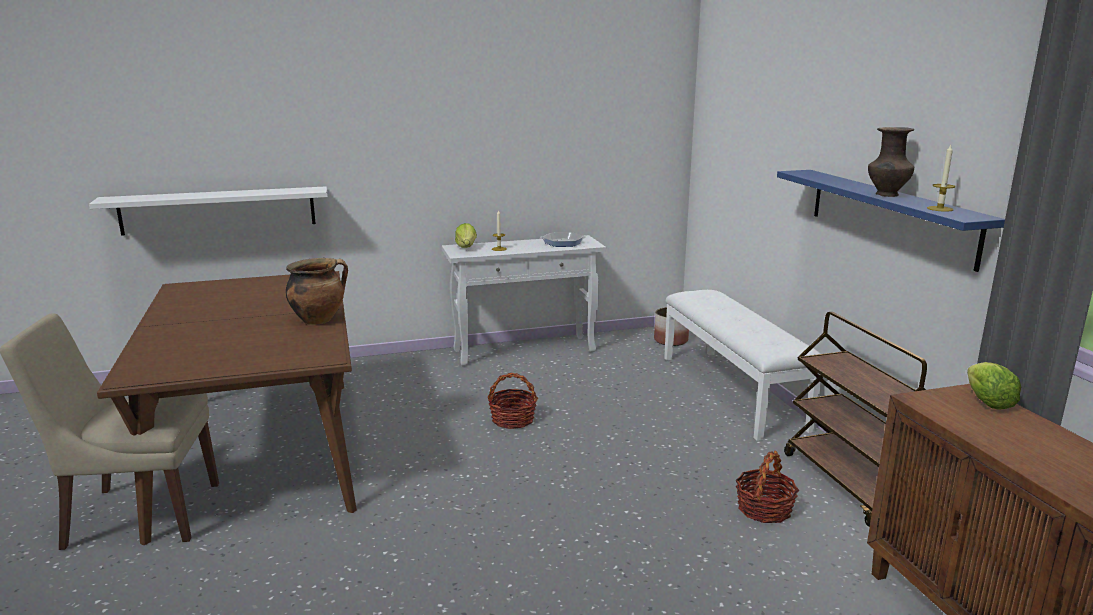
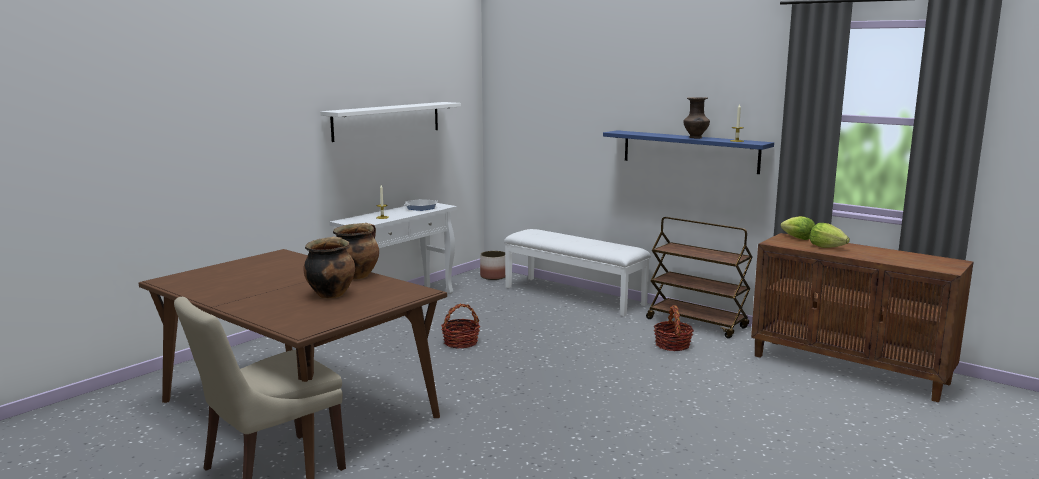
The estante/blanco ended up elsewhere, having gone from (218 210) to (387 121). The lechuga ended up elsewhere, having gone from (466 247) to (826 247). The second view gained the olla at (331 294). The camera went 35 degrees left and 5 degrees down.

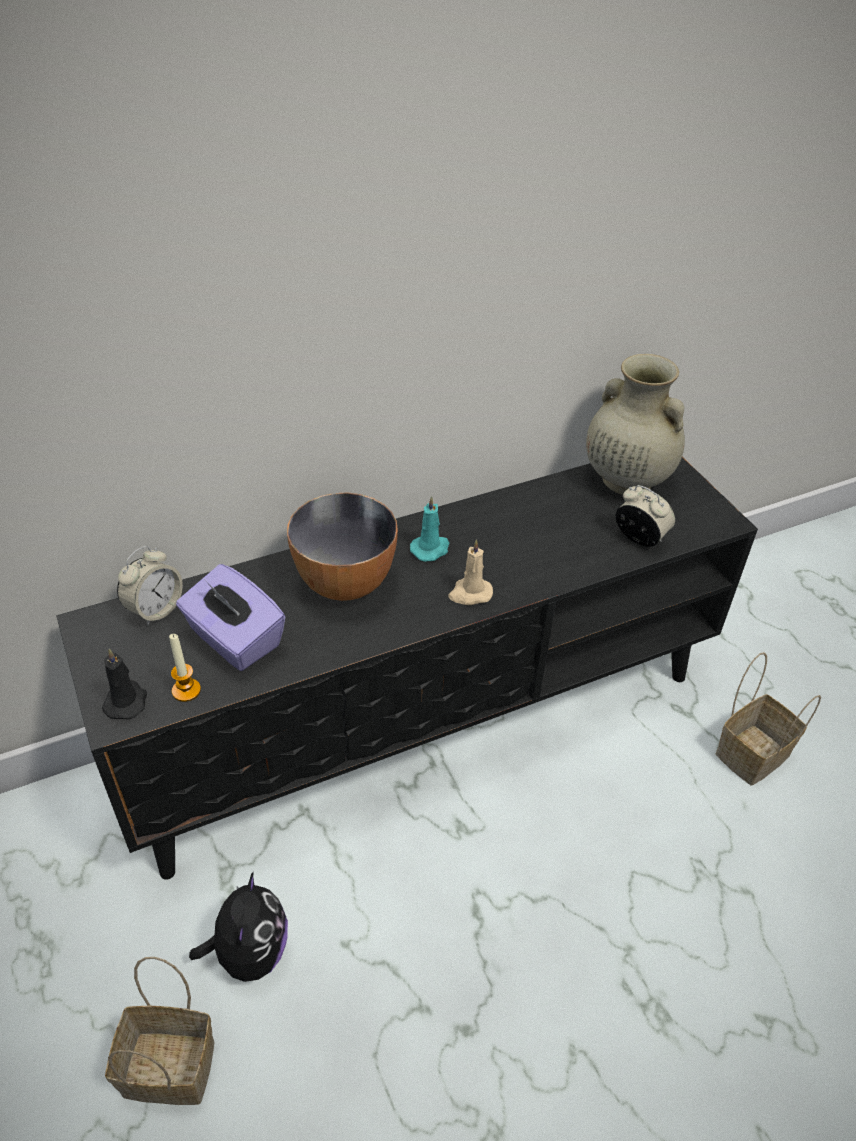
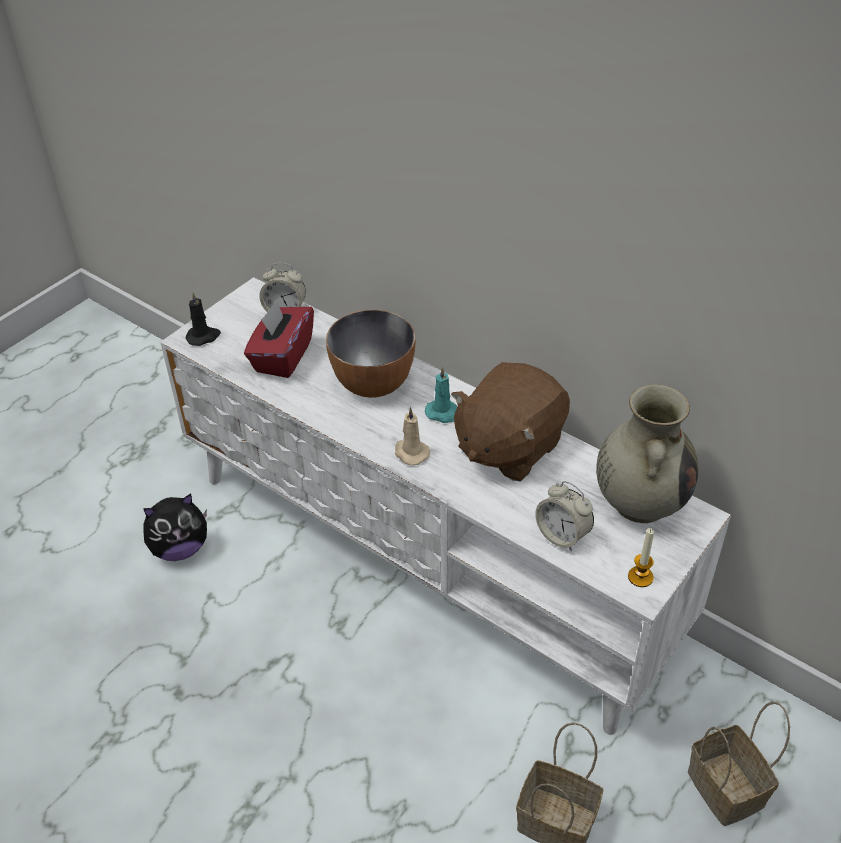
What was the mueble de televisión/negro at (423 719) turned into the mueble de televisión/blanco at (426 558). The cesta ended up elsewhere, having gone from (172 1066) to (728 790). The vela ended up elsewhere, having gone from (186 690) to (640 577). What was the caja de pañuelos/morado at (234 639) turned into the caja de pañuelos/rojo at (282 357). The despertador at (639 538) ended up facing another way, 120 degrees clockwise from before. The second view gained the peluche/marrón at (508 446). The camera went 65 degrees right and 0 degrees up.

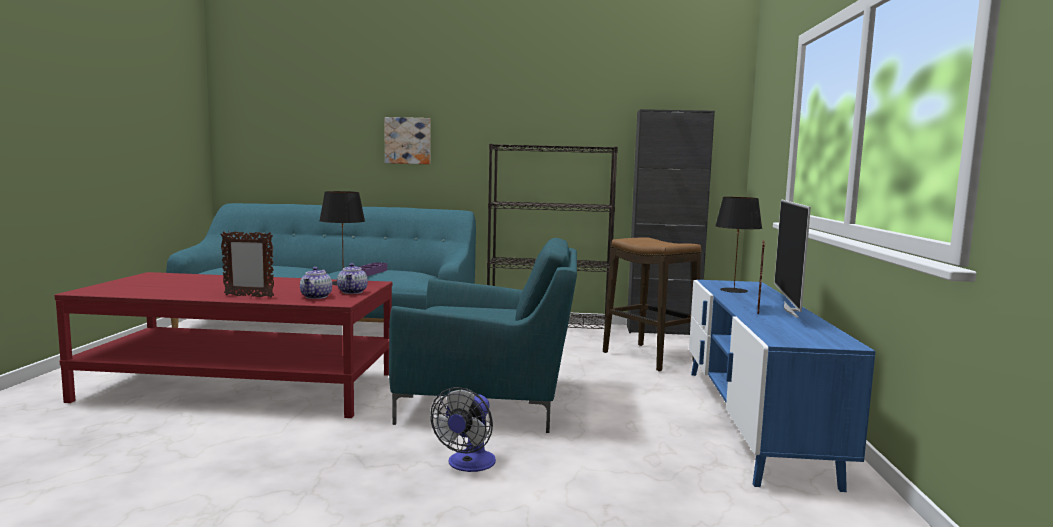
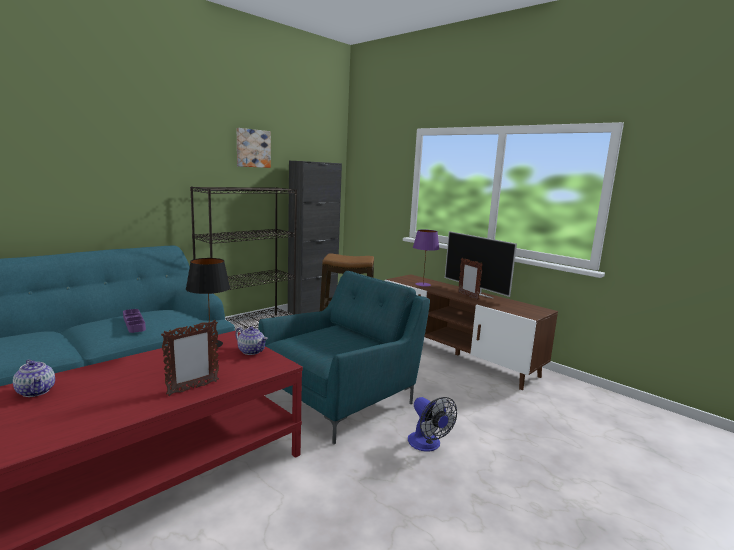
The tetera ended up elsewhere, having gone from (316 297) to (36 391). The cuadro ended up elsewhere, having gone from (408 141) to (252 148). What was the mueble de televisión/azul at (752 420) turned into the mueble de televisión/marrón at (456 355). What was the lámpara de mesa/negro at (733 290) turned into the lámpara de mesa/morado at (422 284). The camera went 50 degrees left and 5 degrees up.

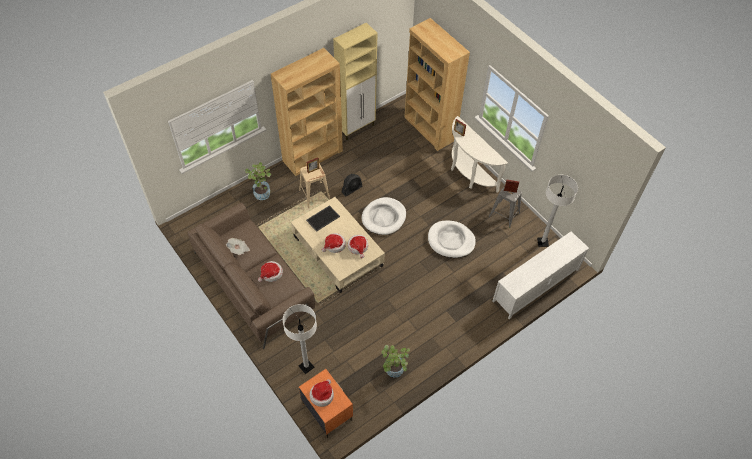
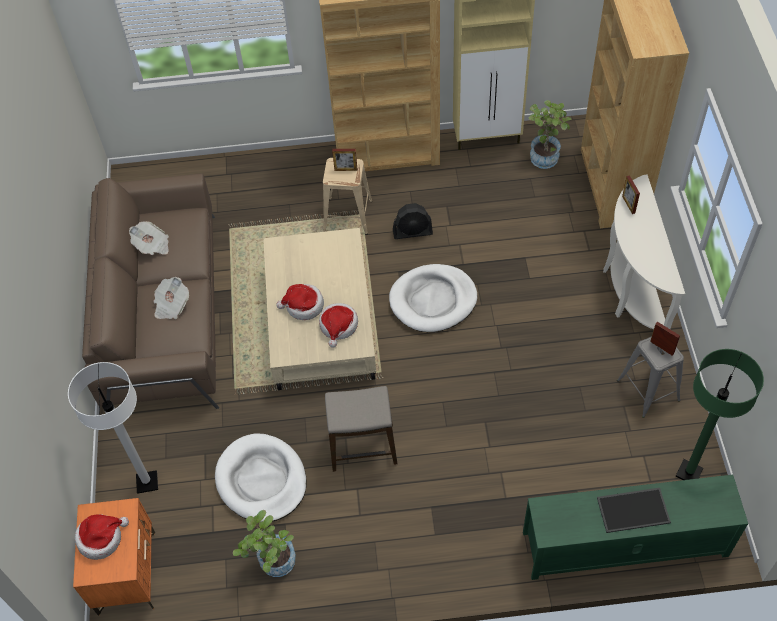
The planta en maceta ended up elsewhere, having gone from (261 191) to (545 155). Where the sombrero stood at (271 274), the periódico came to stand at (171 305). The bandeja ended up elsewhere, having gone from (323 218) to (633 509). The cama para perro/blanco ended up elsewhere, having gone from (451 241) to (261 480). What was the mueble de televisión/blanco at (536 285) turned into the mueble de televisión/verde at (623 544). What was the lámpara de pie/blanco at (542 242) turned into the lámpara de pie/verde at (689 472). The second view gained the taburete at (362 447). The camera went 35 degrees right and 0 degrees up.

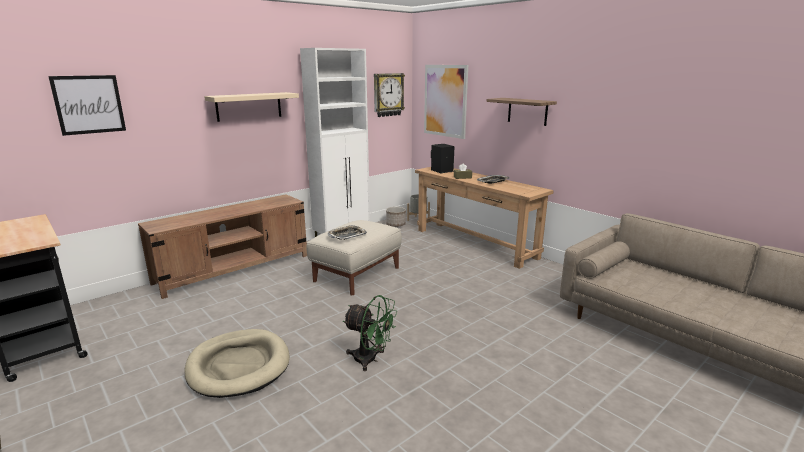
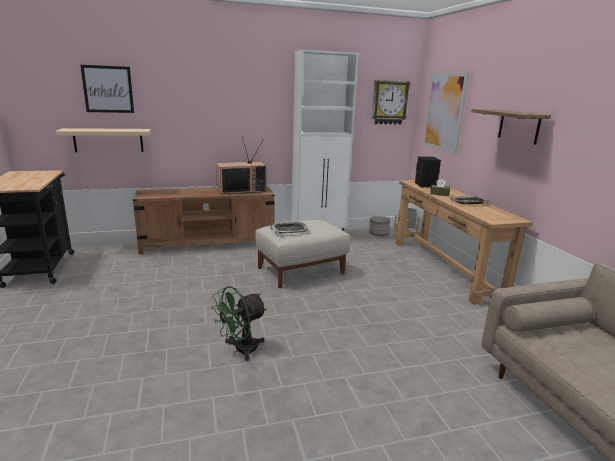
The second view lost the cama para perro/beis at (239 366). The estante/beis ended up elsewhere, having gone from (249 106) to (108 140). The ventilador/verde at (370 360) ended up facing another way, 90 degrees clockwise from before. The second view gained the televisor at (241 190). The camera went 25 degrees right and 0 degrees up.

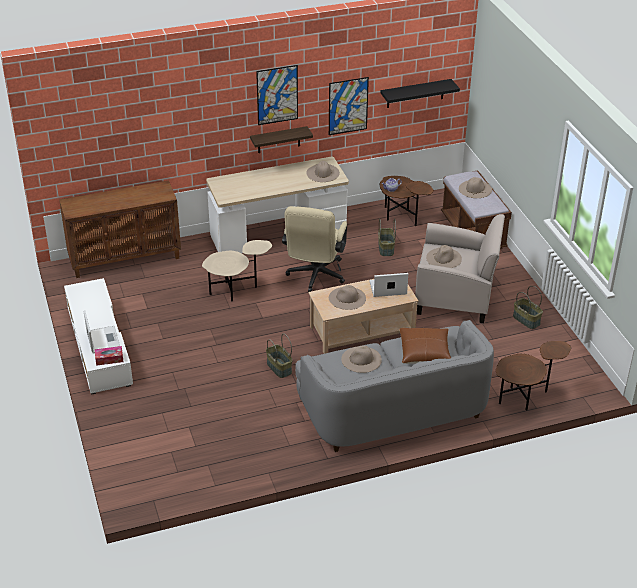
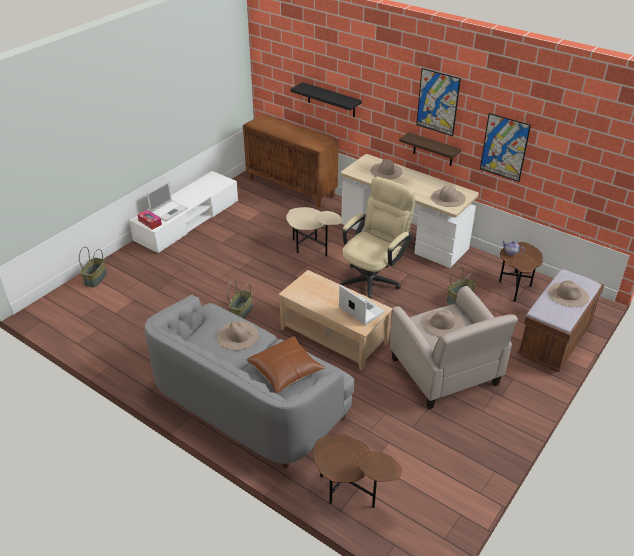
The silla de oficina/beis at (315 277) ended up facing another way, 150 degrees clockwise from before. The sombrero/beis ended up elsewhere, having gone from (347 298) to (386 171). The estante/negro ended up elsewhere, having gone from (415 93) to (331 100). The cesta ended up elsewhere, having gone from (527 320) to (96 279). The camera went 55 degrees right and 0 degrees up.

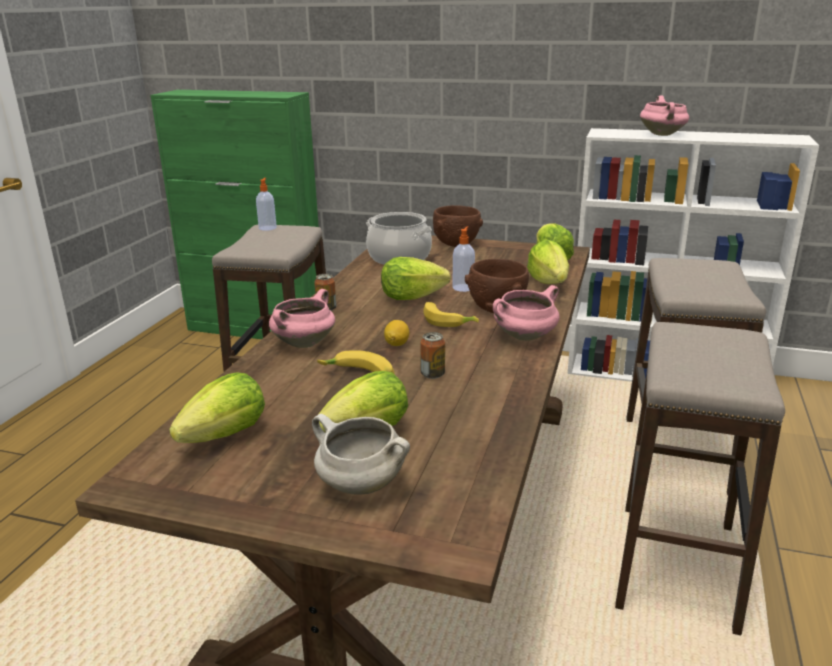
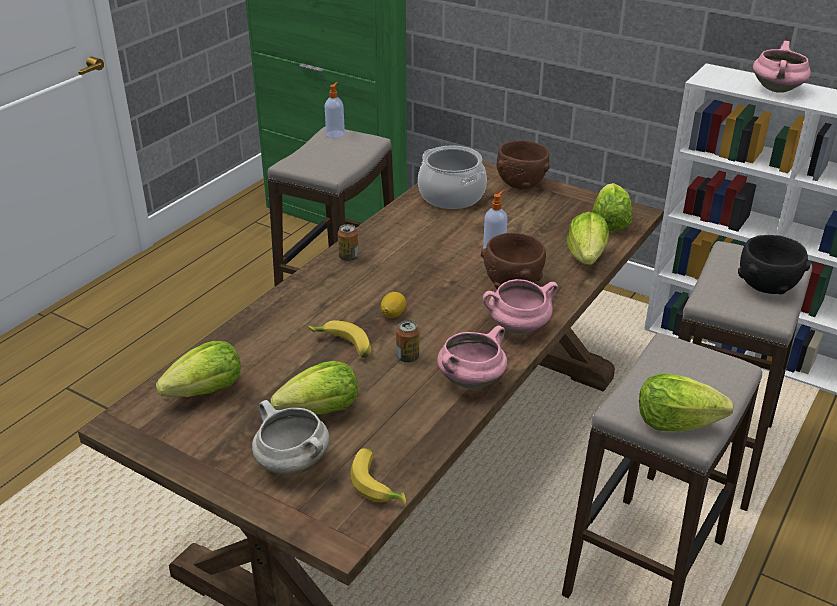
The olla/rosa ended up elsewhere, having gone from (304 343) to (471 380). The lechuga ended up elsewhere, having gone from (411 297) to (675 422). The plátano ended up elsewhere, having gone from (448 321) to (379 484). The second view gained the cuenco/negro at (766 287). The camera went 15 degrees right and 10 degrees up.

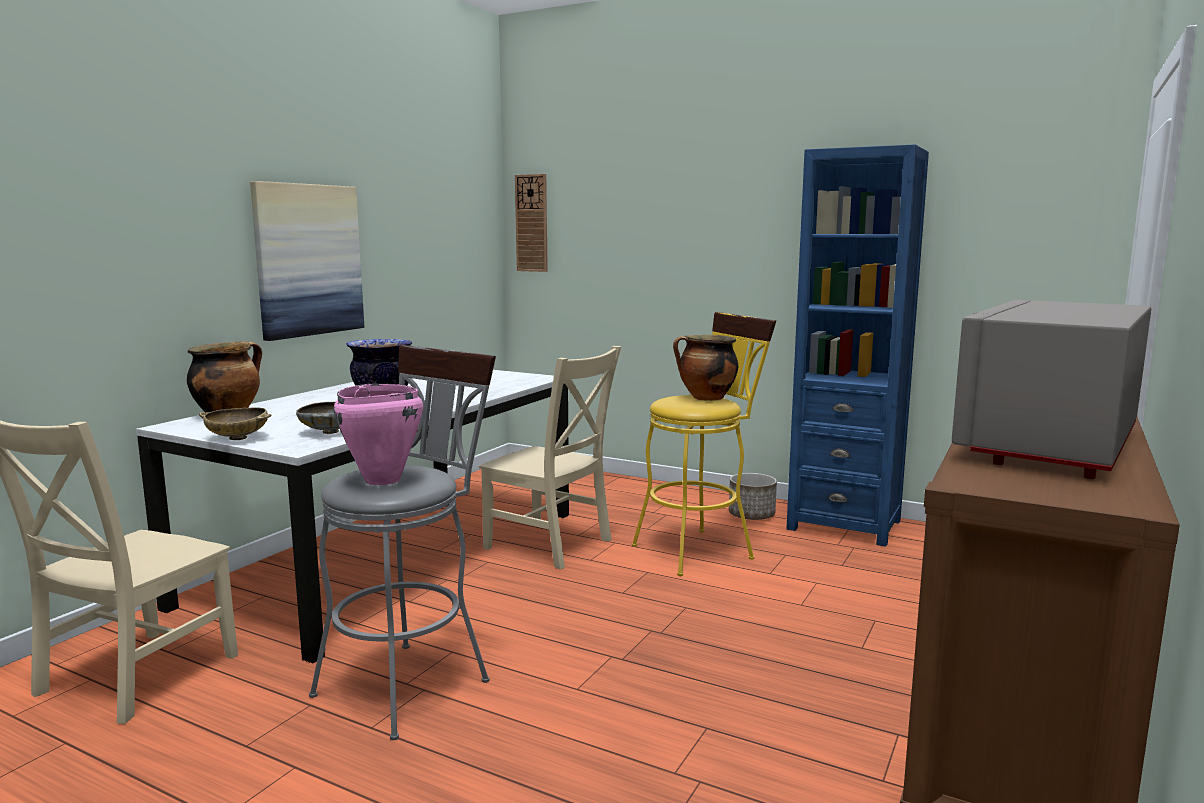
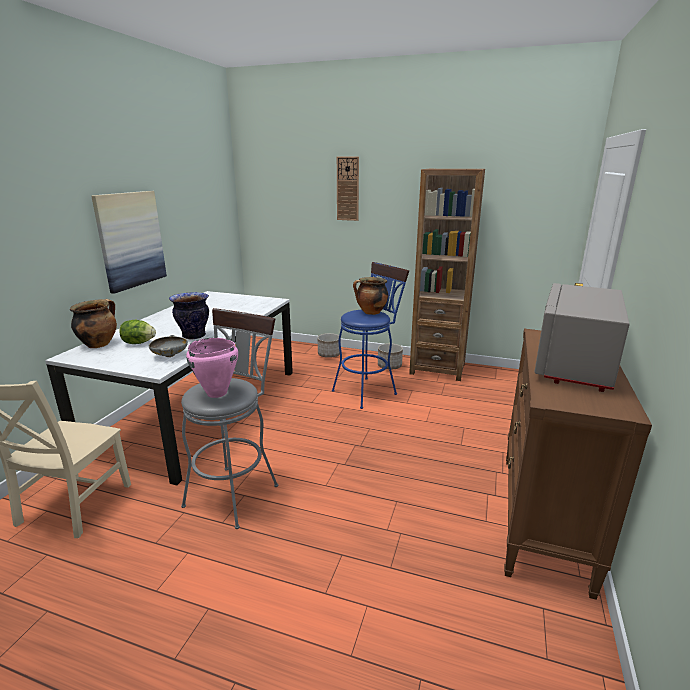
The second view lost the cuenco/beis at (238 438). The second view lost the silla/beis at (552 546). The reloj de pared ended up elsewhere, having gone from (532 223) to (347 189). What was the taburete/amarillo at (700 549) turned into the taburete/azul at (368 390). What was the estantería/azul at (844 525) turned into the estantería/marrón at (437 369). The second view gained the lechuga at (138 343). The second view gained the maceta at (329 354). The camera went 10 degrees left and 10 degrees up.

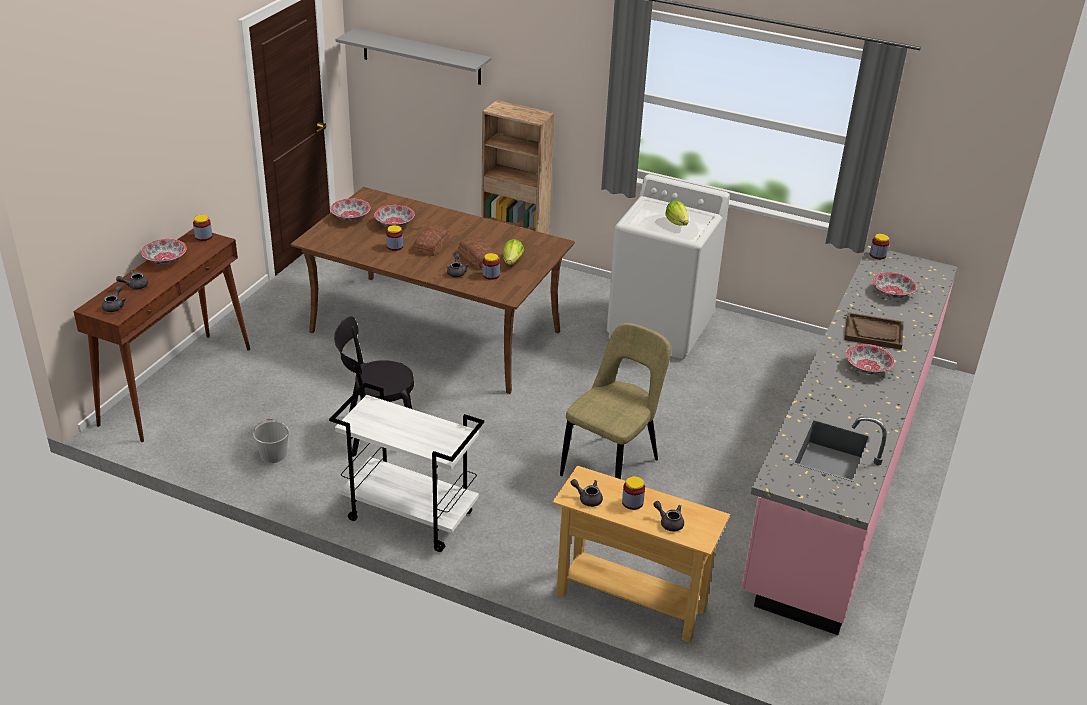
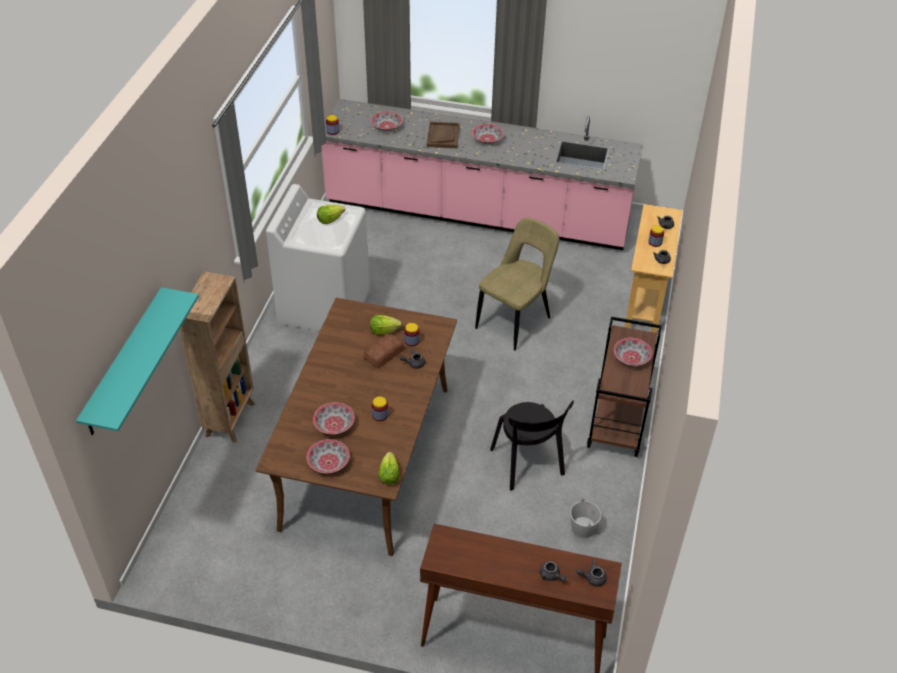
The cuenco ended up elsewhere, having gone from (165 259) to (631 358). The second view lost the tarro at (203 237). What was the carrito/blanco at (408 516) turned into the carrito/marrón at (618 423). What was the estante/gris at (421 56) turned into the estante/turquesa at (124 362). The second view lost the pan at (432 245). The silla/beis at (612 465) ended up facing another way, 105 degrees clockwise from before. The second view gained the lechuga at (389 475). The camera went 100 degrees left and 10 degrees up.

